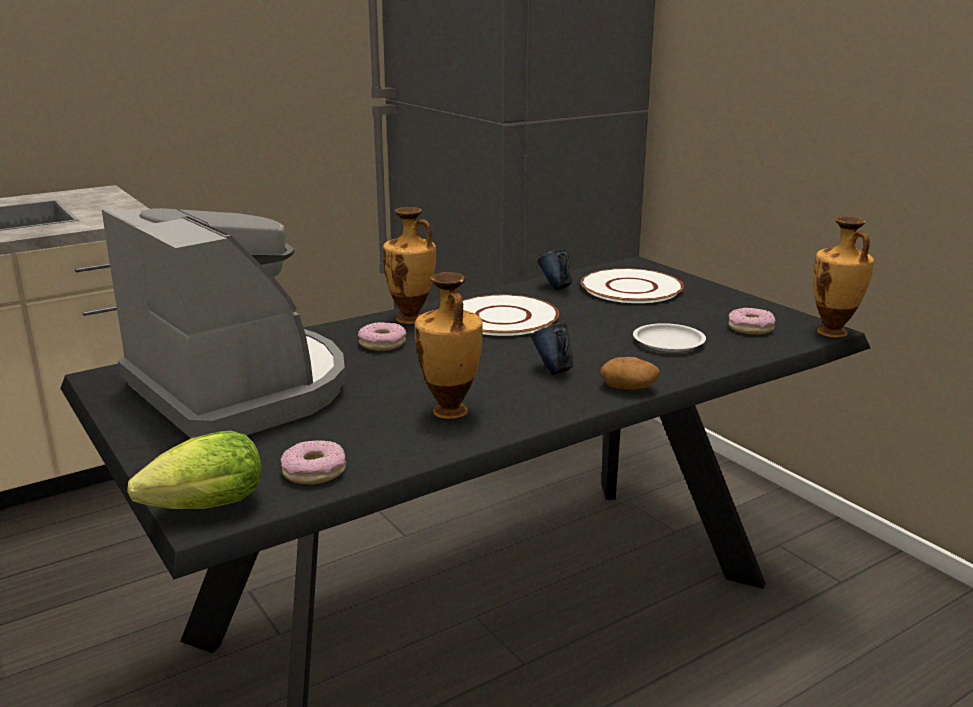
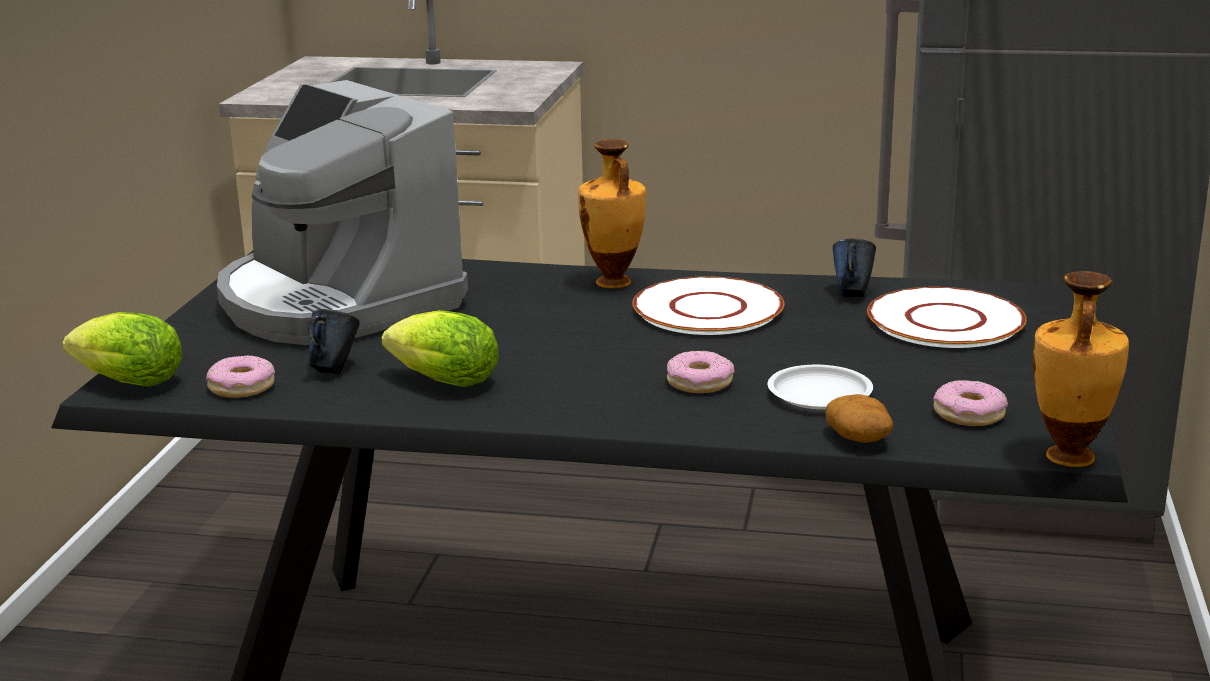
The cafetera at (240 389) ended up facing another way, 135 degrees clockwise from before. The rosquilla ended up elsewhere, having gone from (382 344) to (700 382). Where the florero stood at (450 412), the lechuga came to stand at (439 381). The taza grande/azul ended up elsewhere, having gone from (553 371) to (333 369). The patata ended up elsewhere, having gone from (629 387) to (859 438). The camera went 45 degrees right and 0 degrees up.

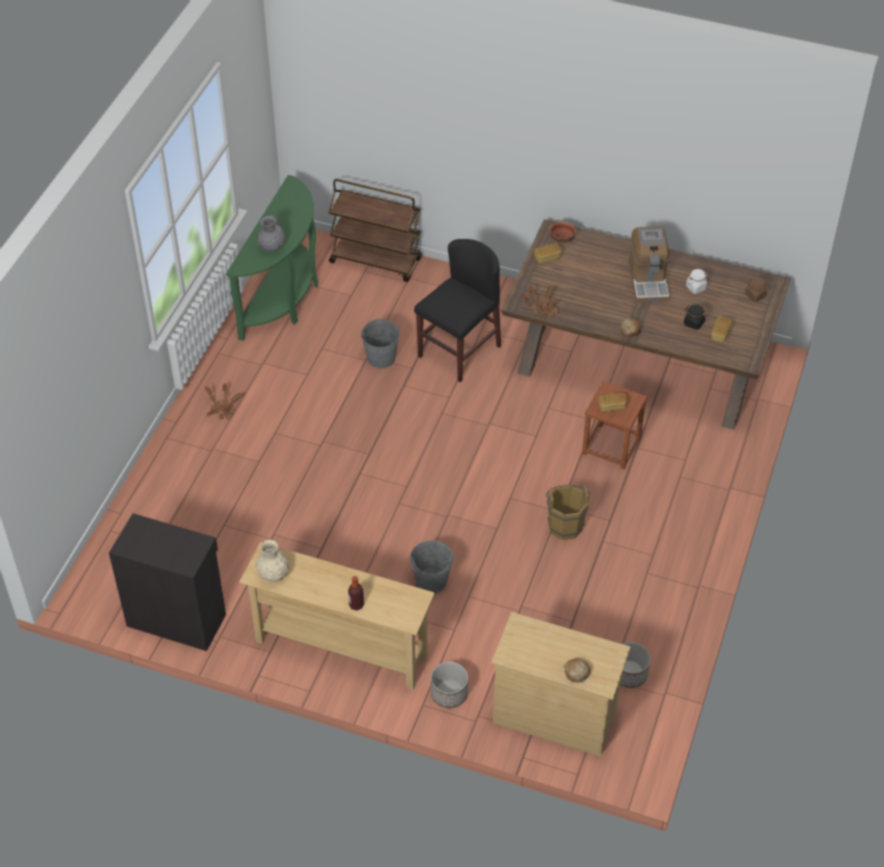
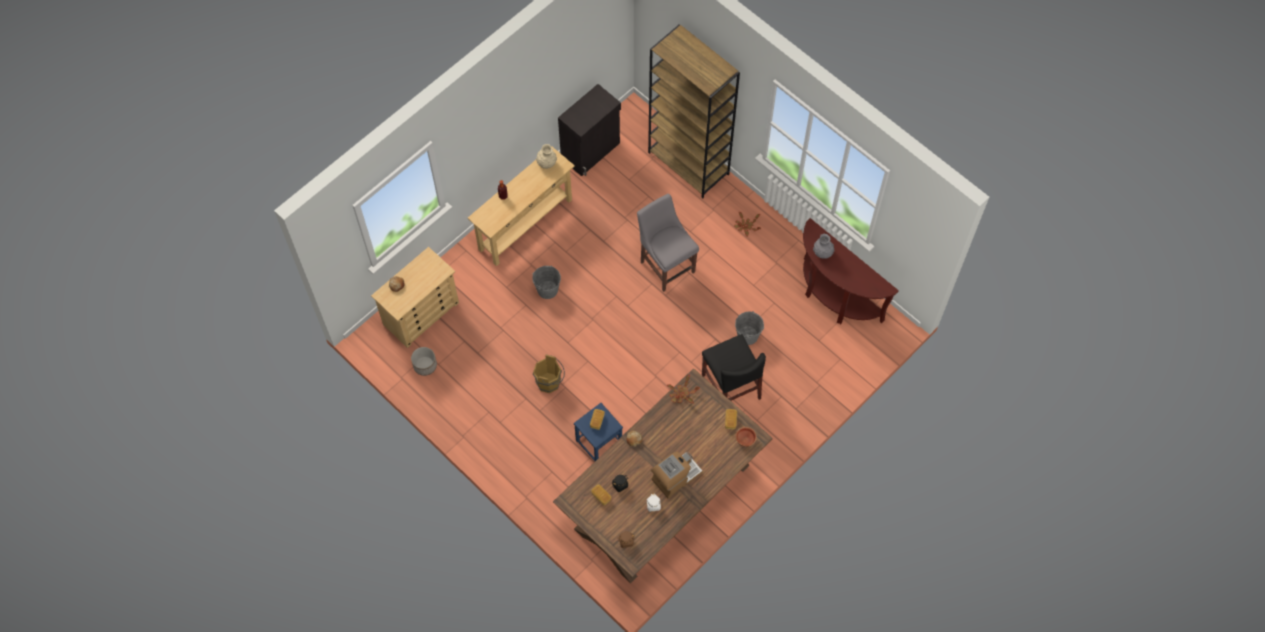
What was the mesa consola/verde at (284 298) turned into the mesa consola/marrón at (834 297). The second view lost the carrito/marrón at (376 261). The second view lost the maceta at (448 694). What was the taburete/marrón at (611 446) turned into the taburete/azul at (599 442). The cafetera at (648 280) ended up facing another way, 120 degrees clockwise from before. The second view gained the silla/gris at (666 265). The second view gained the estantería/marrón at (689 163). The camera went 115 degrees right and 15 degrees up.

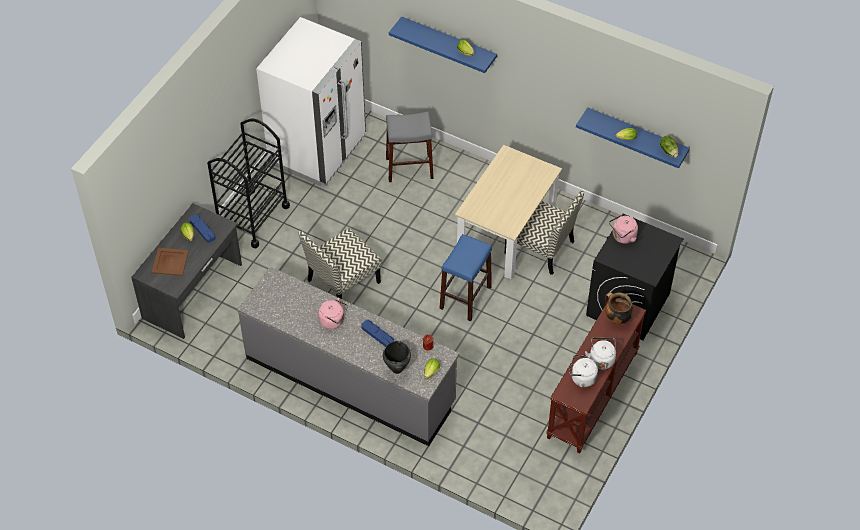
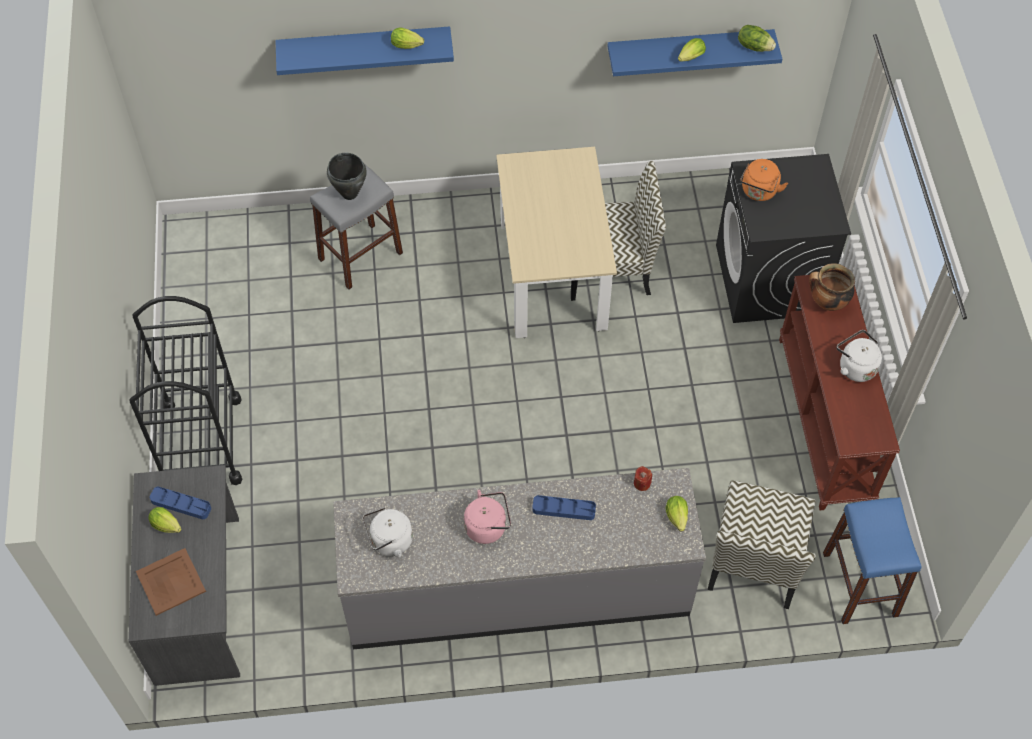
The second view lost the nevera/blanco at (317 150). The silla ended up elsewhere, having gone from (343 282) to (755 561). The olla/negro ended up elsewhere, having gone from (396 369) to (349 194). The taburete/azul ended up elsewhere, having gone from (465 297) to (860 584). The hervidor/blanco ended up elsewhere, having gone from (581 378) to (389 542). What was the hervidor/rosa at (623 237) turned into the hervidor/naranja at (759 192). The camera went 35 degrees left and 5 degrees up.

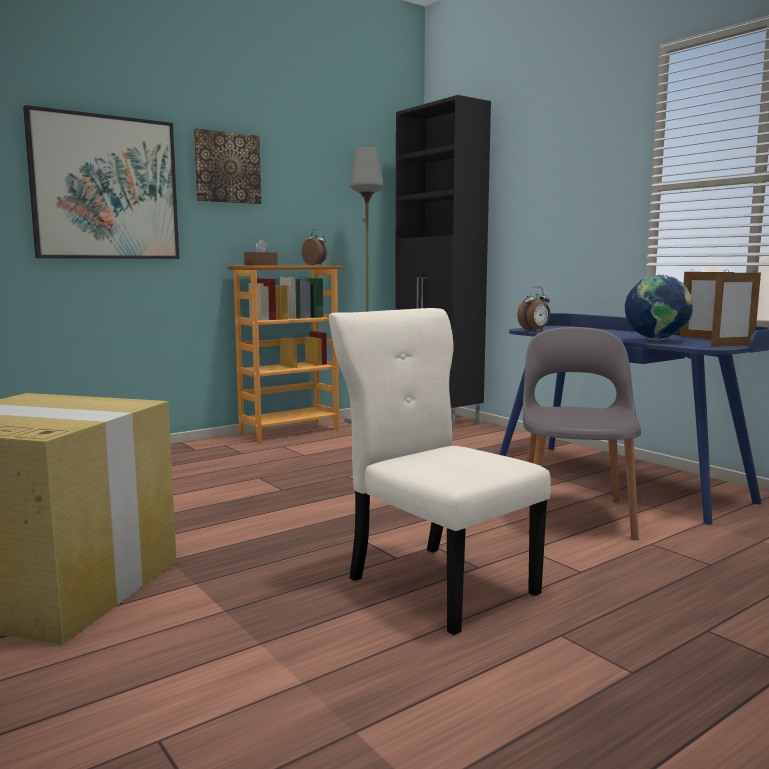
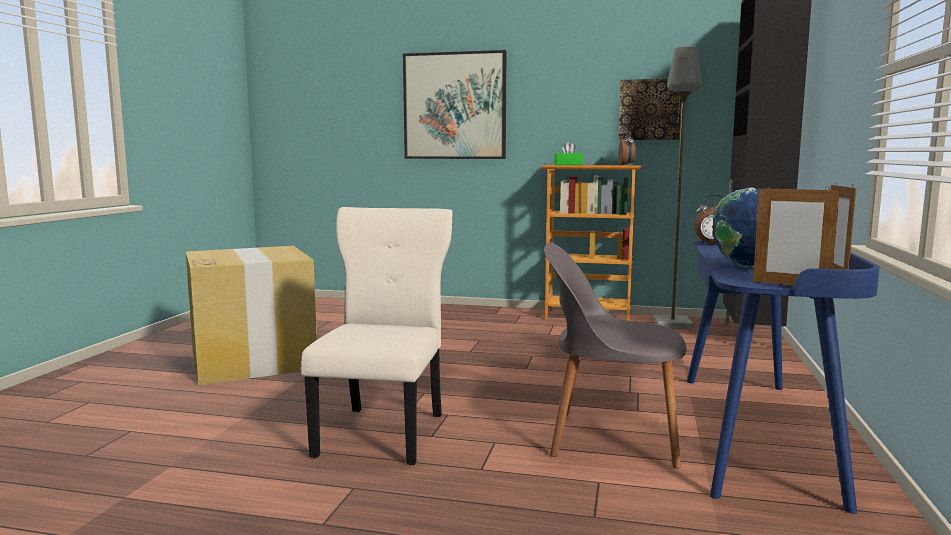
The cuadro ended up elsewhere, having gone from (227 168) to (649 110). What was the caja de pañuelos/marrón at (261 265) turned into the caja de pañuelos/verde at (568 164). The silla/gris at (574 514) ended up facing another way, 135 degrees counterclockwise from before. The camera went 50 degrees right and 0 degrees up.

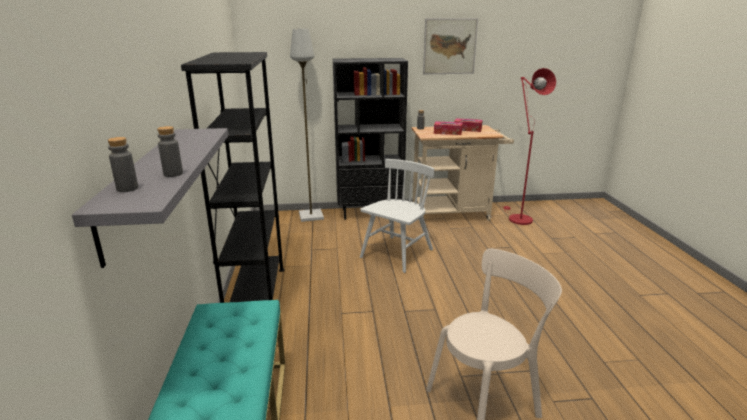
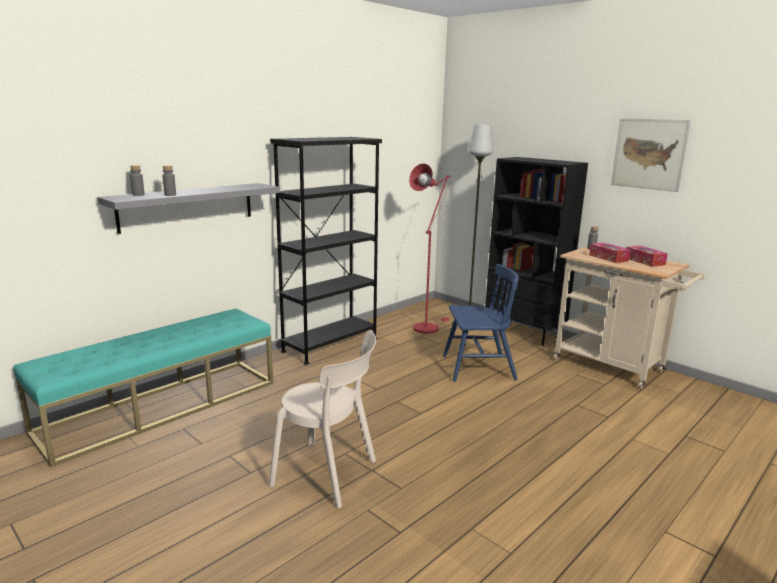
What was the silla/blanco at (397 254) turned into the silla/azul at (478 368). The lámpara de pie/rojo ended up elsewhere, having gone from (517 218) to (428 327). The camera went 50 degrees right and 5 degrees down.

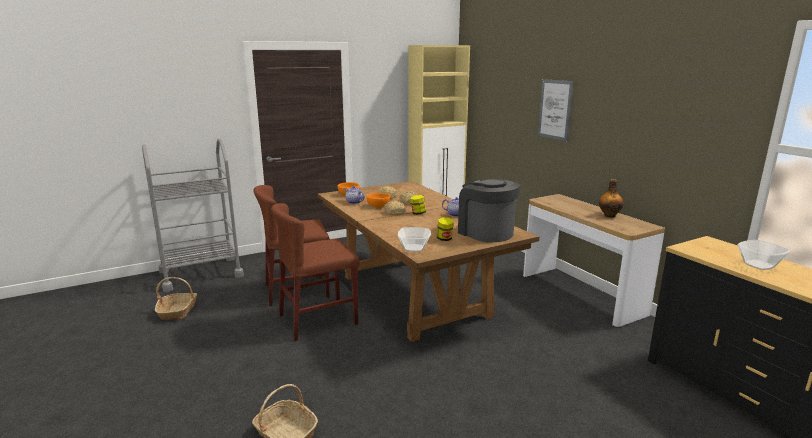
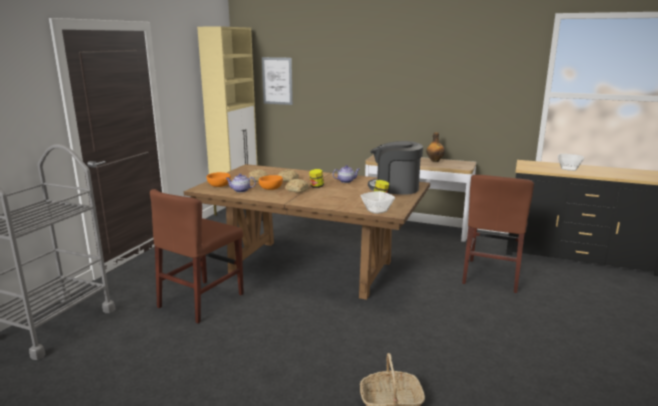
The second view lost the cesta at (178 311). The silla/marrón ended up elsewhere, having gone from (318 320) to (491 275). The cuadro ended up elsewhere, having gone from (555 109) to (277 81). The camera went 40 degrees left and 0 degrees up.

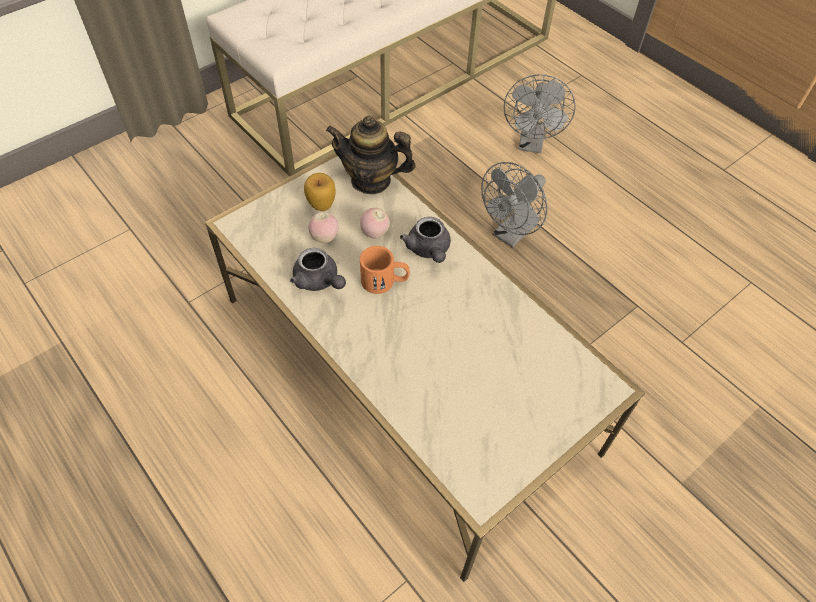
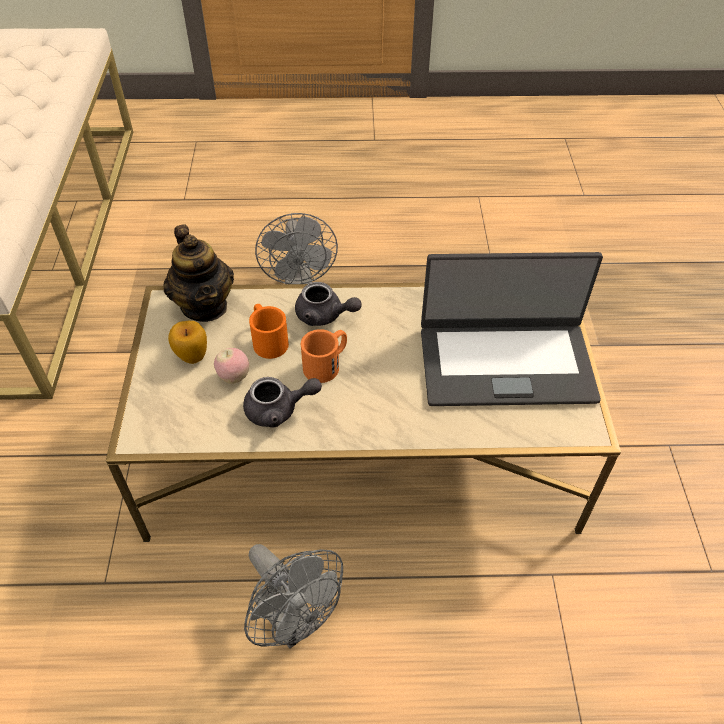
The tetera at (371 180) ended up facing another way, 75 degrees counterclockwise from before. Where the manzana stood at (375 233), the taza grande/naranja came to stand at (267 339). The ventilador/gris ended up elsewhere, having gone from (531 144) to (294 622). The second view gained the portátil at (505 362). The camera went 50 degrees left and 5 degrees down.

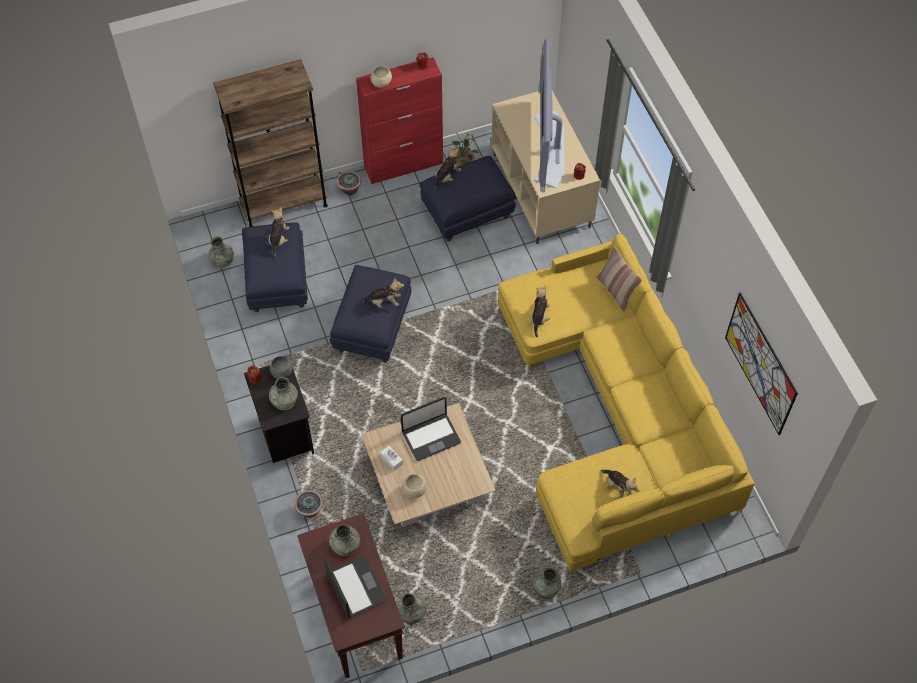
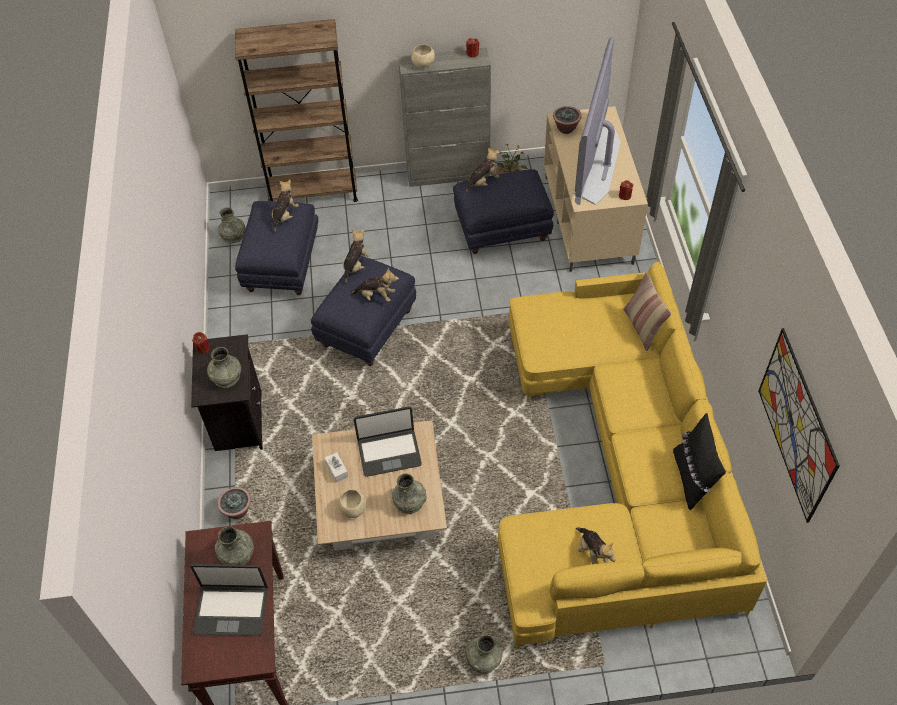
The second view lost the cuenco/gris at (282 372). The portátil at (355 588) ended up facing another way, 105 degrees clockwise from before. The planta en maceta ended up elsewhere, having gone from (349 190) to (566 128). What was the armario/rojo at (404 165) turned into the armario/gris at (448 173). The florero/gris ended up elsewhere, having gone from (411 613) to (410 501). The peluche ended up elsewhere, having gone from (539 317) to (356 266). The second view gained the cojín/negro at (692 478). The camera went 15 degrees right and 5 degrees down.

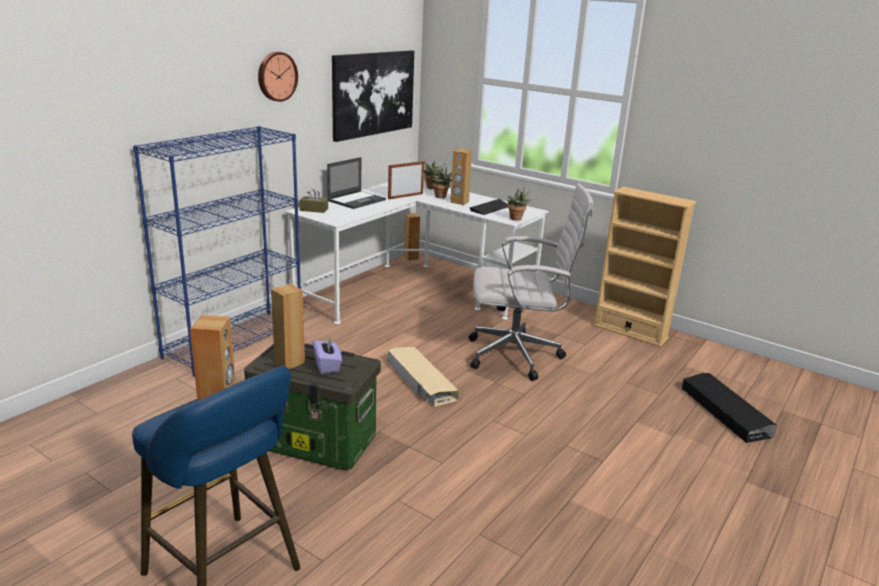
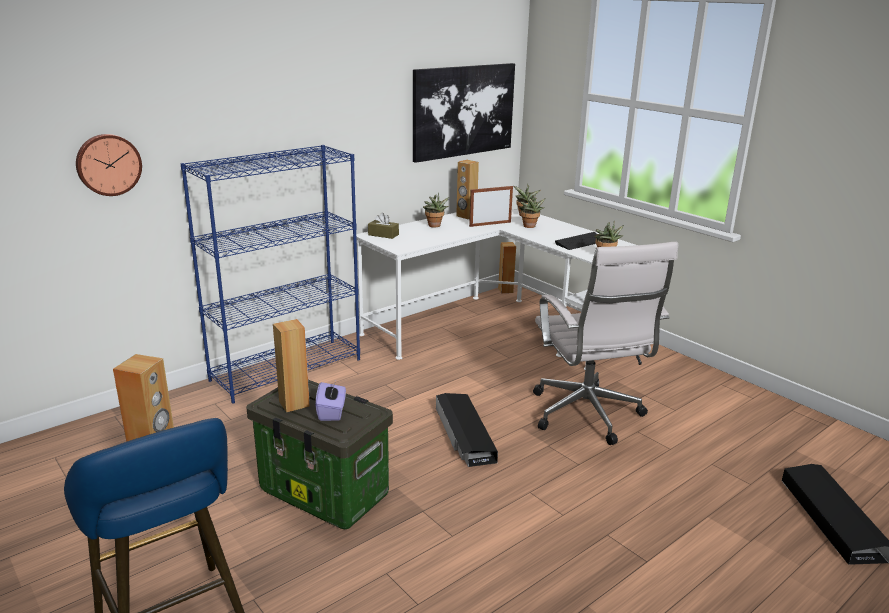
The reloj de pared ended up elsewhere, having gone from (276 76) to (108 164). Where the portátil stood at (357 200), the planta en maceta came to stand at (434 226). What was the caja de almacenaje/beis at (421 381) turned into the caja de almacenaje/negro at (464 434). The altavoz/marrón ended up elsewhere, having gone from (459 202) to (466 216). The silla de oficina/blanco at (518 356) ended up facing another way, 60 degrees clockwise from before. The second view lost the estantería/beis at (630 332). The camera went 15 degrees right and 0 degrees up.

